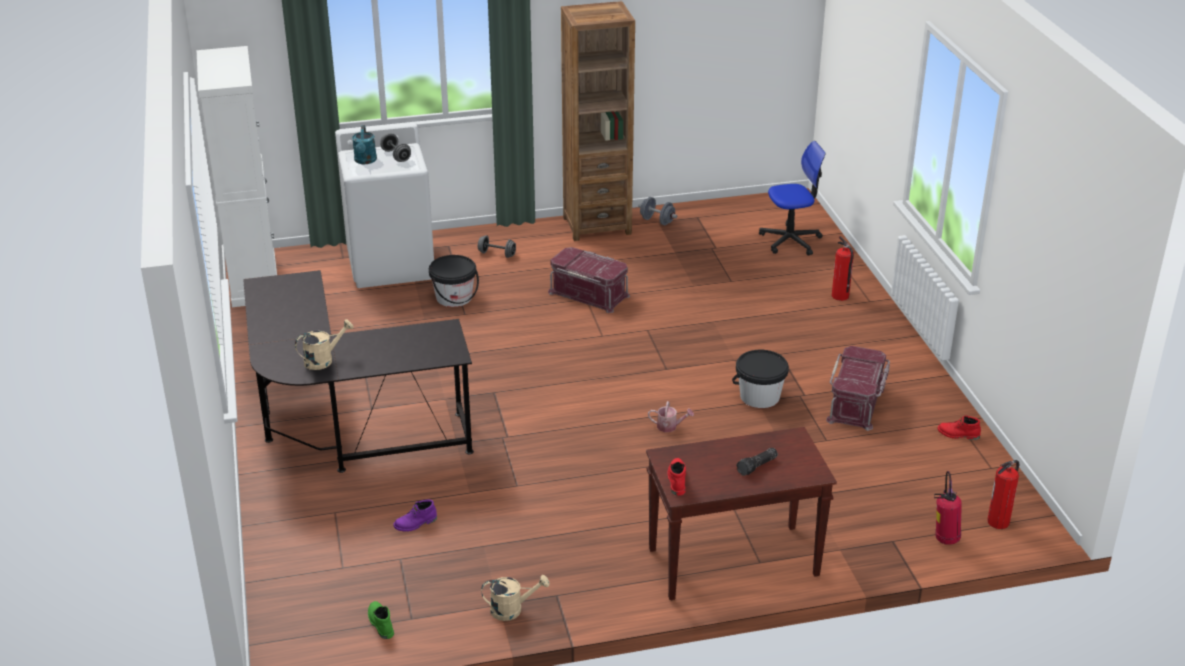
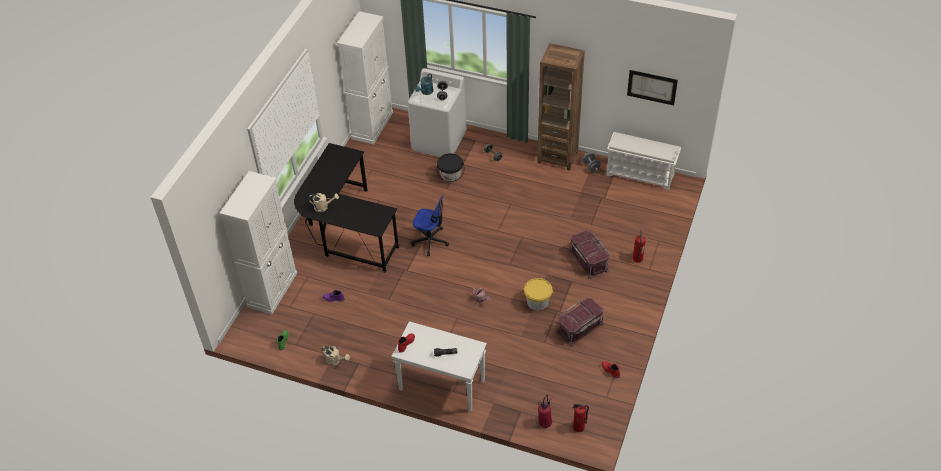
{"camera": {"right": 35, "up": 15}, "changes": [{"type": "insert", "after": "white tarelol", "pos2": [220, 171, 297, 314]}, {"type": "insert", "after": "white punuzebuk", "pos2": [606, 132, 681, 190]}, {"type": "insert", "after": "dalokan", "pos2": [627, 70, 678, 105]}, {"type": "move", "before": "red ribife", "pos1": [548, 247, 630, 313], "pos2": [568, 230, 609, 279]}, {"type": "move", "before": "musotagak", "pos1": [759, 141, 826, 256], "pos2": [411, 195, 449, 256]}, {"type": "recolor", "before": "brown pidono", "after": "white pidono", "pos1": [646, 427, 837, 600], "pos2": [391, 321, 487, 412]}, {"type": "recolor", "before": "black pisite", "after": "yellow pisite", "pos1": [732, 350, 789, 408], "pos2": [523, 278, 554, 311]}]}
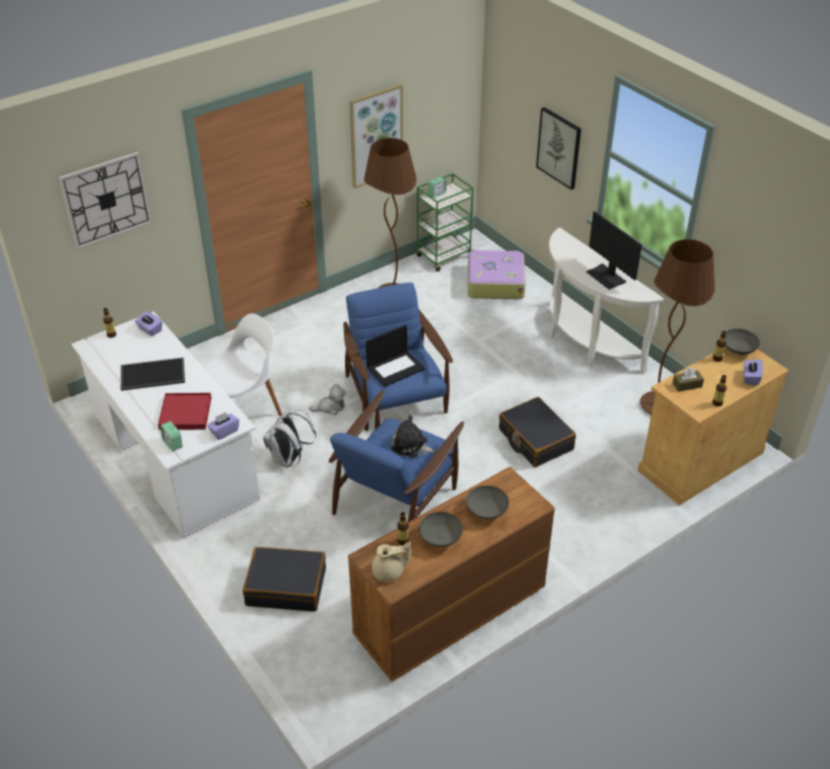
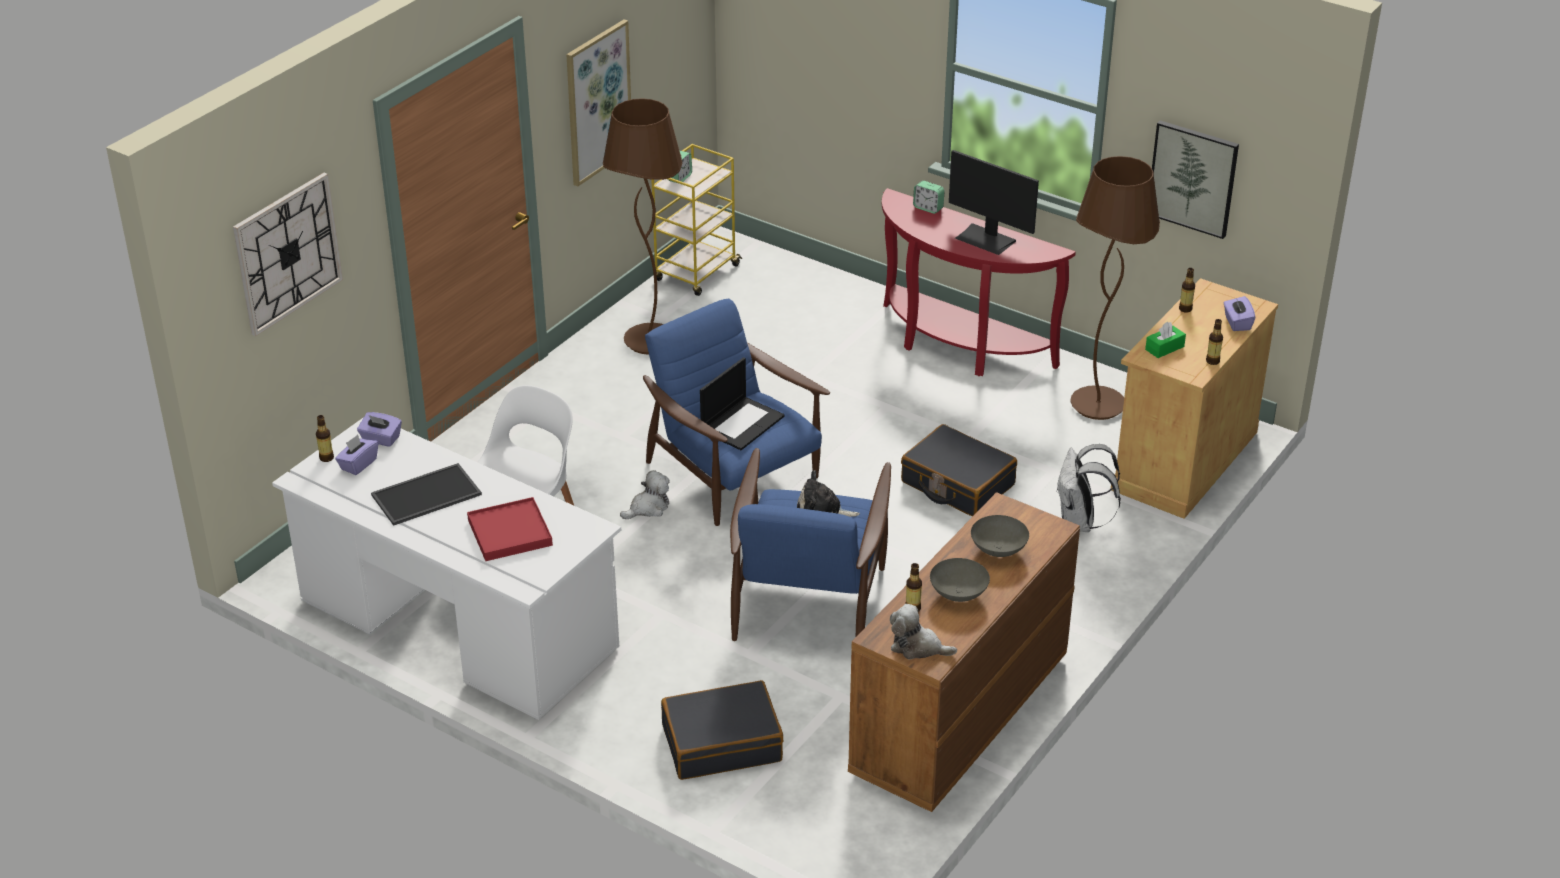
{"camera": {"right": -20, "up": -5}, "changes": [{"type": "delete", "before": "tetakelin", "pos1": [468, 250, 526, 299]}, {"type": "delete", "before": "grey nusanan", "pos1": [725, 329, 760, 355]}, {"type": "move", "before": "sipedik", "pos1": [160, 421, 183, 451], "pos2": [913, 181, 945, 214]}, {"type": "move", "before": "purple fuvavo", "pos1": [207, 412, 239, 440], "pos2": [335, 435, 378, 475]}, {"type": "move", "before": "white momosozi", "pos1": [263, 408, 316, 467], "pos2": [1056, 444, 1121, 532]}, {"type": "move", "before": "dalokan", "pos1": [536, 107, 581, 190], "pos2": [1152, 120, 1239, 239]}, {"type": "replace", "before": "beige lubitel", "after": "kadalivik", "pos1": [372, 541, 411, 582], "pos2": [890, 604, 957, 659]}, {"type": "recolor", "before": "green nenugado", "after": "yellow nenugado", "pos1": [415, 173, 474, 272], "pos2": [651, 144, 742, 296]}, {"type": "recolor", "before": "white pidono", "after": "red pidono", "pos1": [549, 228, 664, 373], "pos2": [882, 188, 1076, 376]}, {"type": "recolor", "before": "brown fuvavo", "after": "green fuvavo", "pos1": [672, 368, 704, 392], "pos2": [1145, 322, 1186, 358]}]}
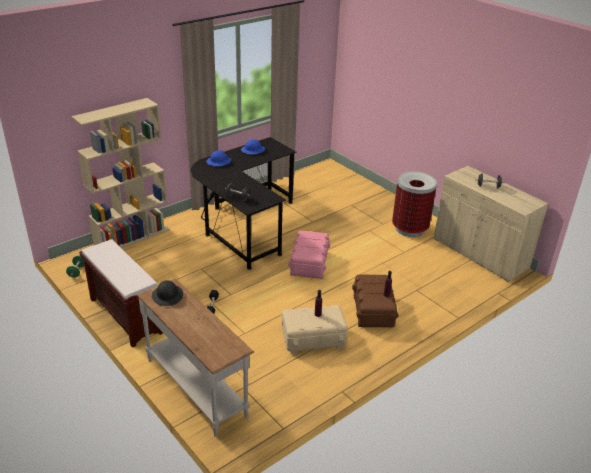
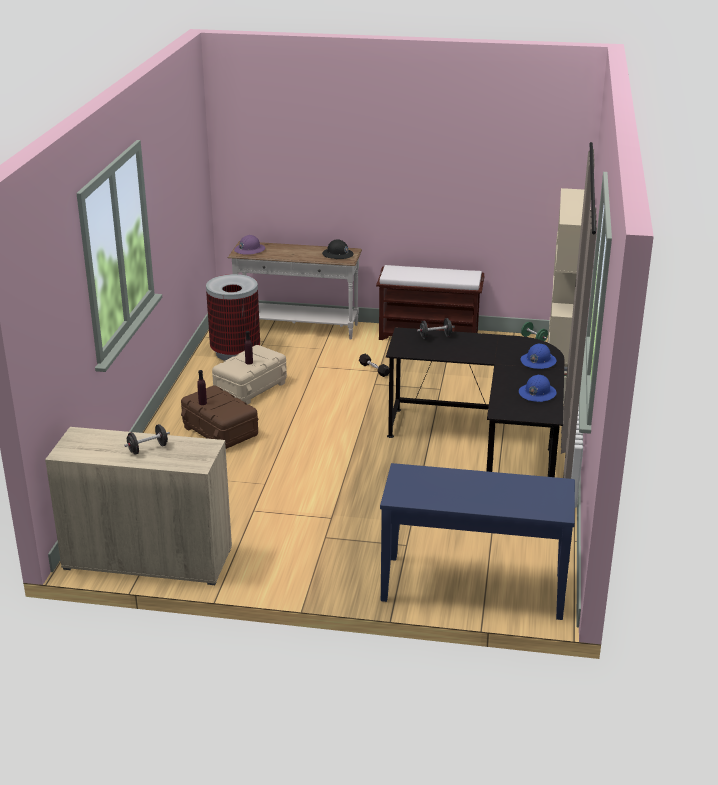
{"camera": {"right": 140, "up": -5}, "changes": [{"type": "delete", "before": "pink ribife", "pos1": [288, 230, 331, 279]}, {"type": "insert", "after": "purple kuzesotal", "pos2": [234, 235, 265, 255]}, {"type": "insert", "after": "blue pidono", "pos2": [380, 463, 575, 620]}, {"type": "move", "before": "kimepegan", "pos1": [392, 171, 437, 237], "pos2": [206, 274, 260, 361]}]}
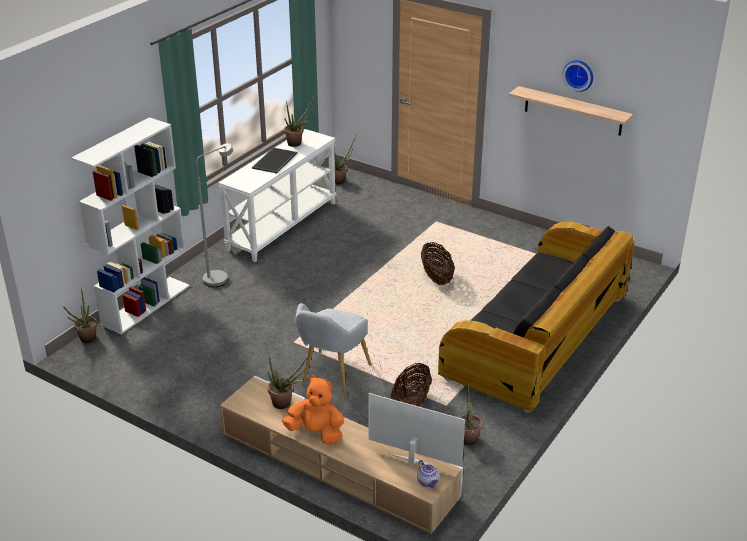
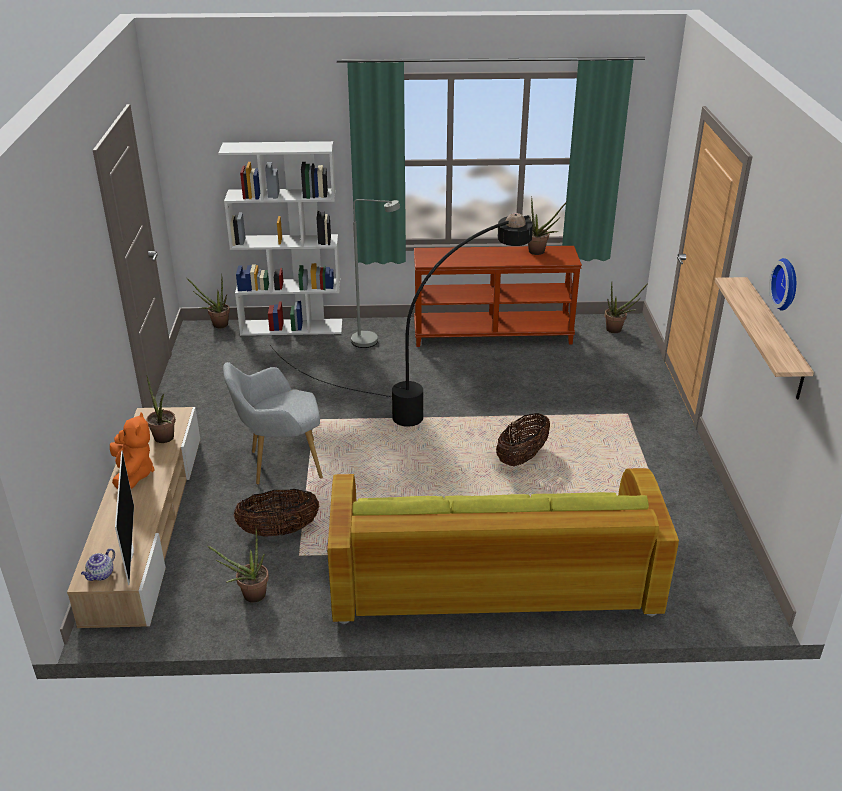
{"camera": {"right": 55, "up": 0}, "changes": [{"type": "delete", "before": "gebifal", "pos1": [252, 147, 297, 173]}, {"type": "insert", "after": "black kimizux", "pos2": [270, 213, 533, 427]}, {"type": "recolor", "before": "white pidono", "after": "brown pidono", "pos1": [219, 129, 336, 262], "pos2": [414, 246, 582, 347]}, {"type": "recolor", "before": "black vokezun", "after": "green vokezun", "pos1": [438, 222, 634, 412], "pos2": [327, 468, 679, 624]}]}
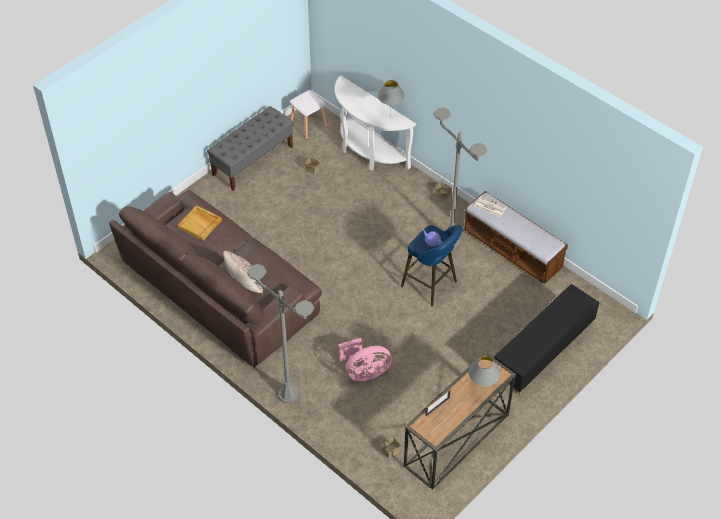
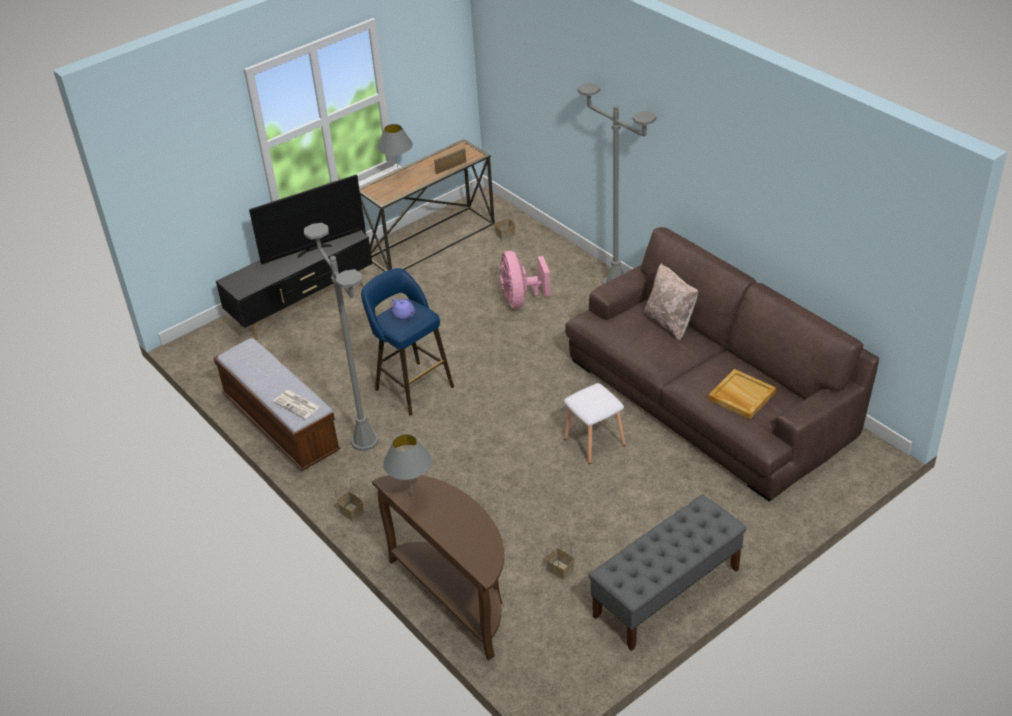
{"camera": {"right": -170, "up": -10}, "changes": [{"type": "insert", "after": "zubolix", "pos2": [249, 175, 365, 264]}, {"type": "move", "before": "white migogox", "pos1": [290, 90, 328, 139], "pos2": [564, 383, 626, 464]}, {"type": "recolor", "before": "white pidono", "after": "brown pidono", "pos1": [335, 76, 416, 171], "pos2": [372, 475, 504, 660]}, {"type": "rotate", "before": "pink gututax", "pos1": [339, 338, 392, 381], "pos2": [499, 251, 551, 308], "turn": -90}]}
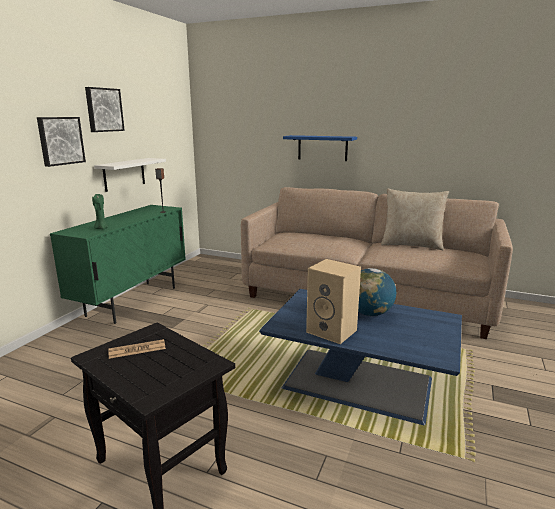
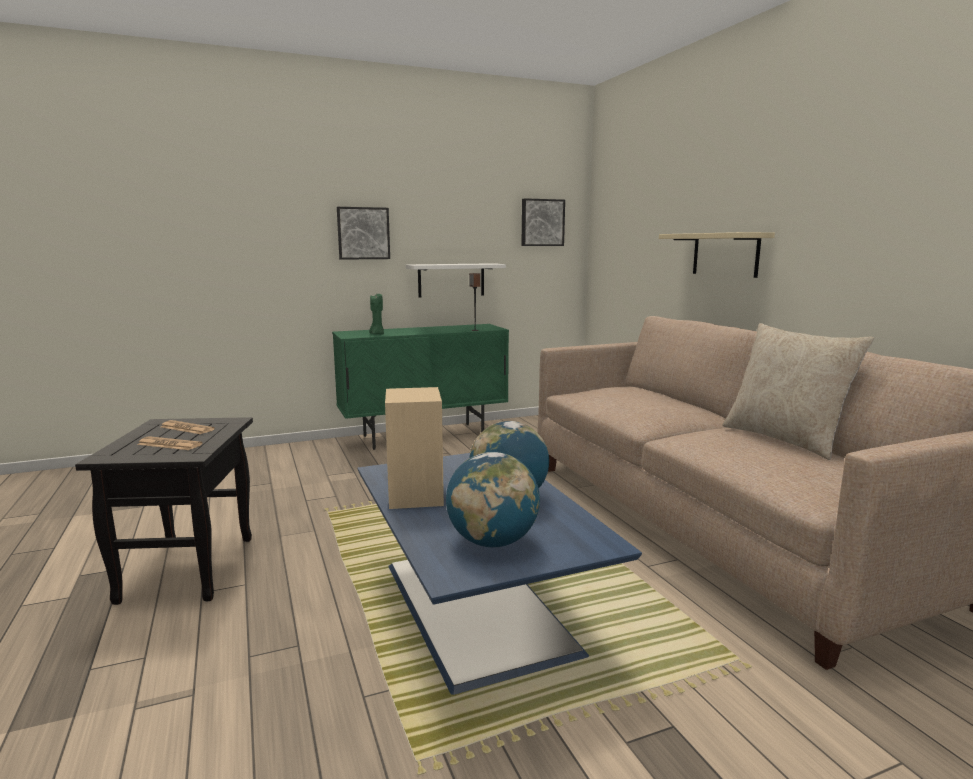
{"camera": {"right": 45, "up": -5}, "changes": [{"type": "insert", "after": "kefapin", "pos2": [137, 436, 202, 450]}, {"type": "insert", "after": "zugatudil", "pos2": [446, 452, 540, 547]}, {"type": "move", "before": "dalokan", "pos1": [85, 87, 125, 132], "pos2": [521, 198, 565, 246]}, {"type": "recolor", "before": "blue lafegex", "after": "beige lafegex", "pos1": [283, 135, 357, 161], "pos2": [659, 232, 775, 278]}]}
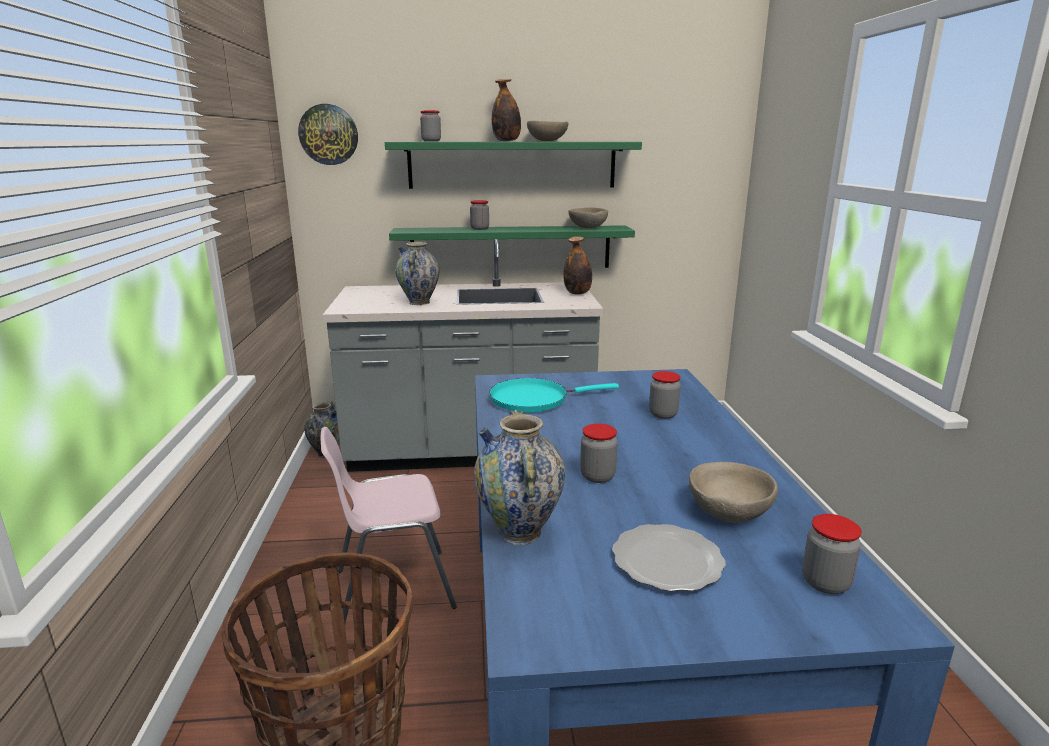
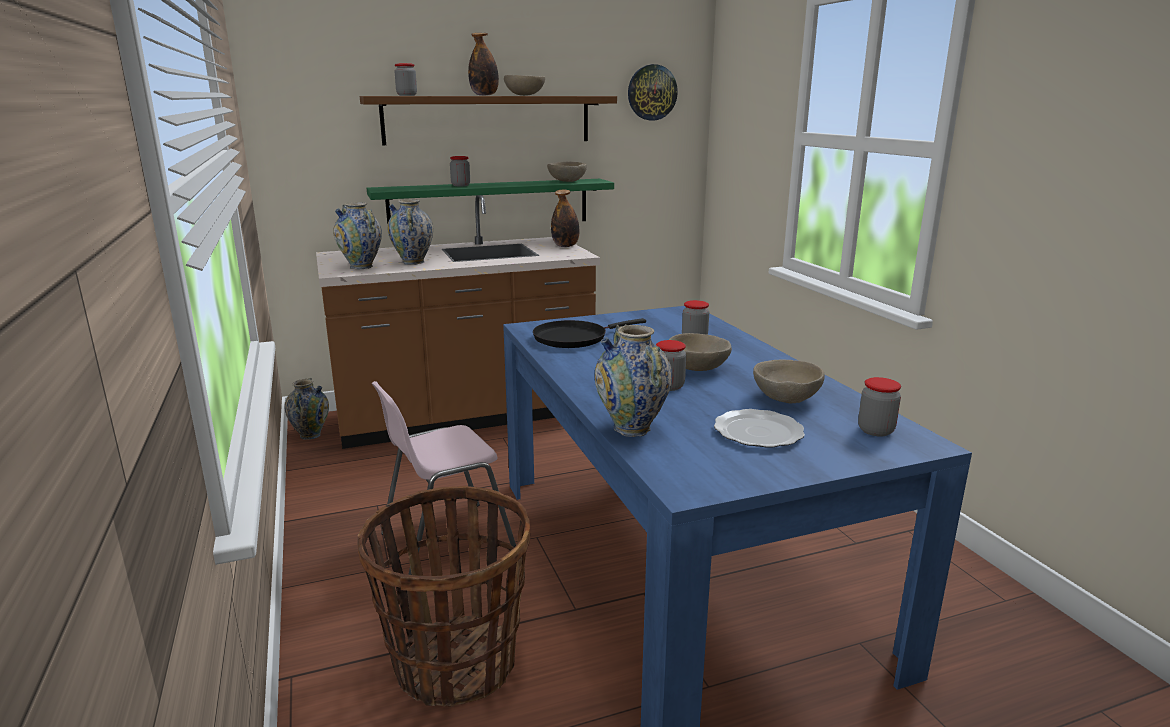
{"camera": {"right": -15, "up": 0}, "changes": [{"type": "insert", "after": "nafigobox", "pos2": [333, 202, 382, 270]}, {"type": "insert", "after": "beige nusanan", "pos2": [669, 333, 732, 371]}, {"type": "move", "before": "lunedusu", "pos1": [298, 104, 358, 165], "pos2": [628, 64, 678, 120]}, {"type": "recolor", "before": "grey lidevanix", "after": "brown lidevanix", "pos1": [323, 239, 603, 472], "pos2": [316, 195, 600, 449]}, {"type": "recolor", "before": "green lafegex", "after": "brown lafegex", "pos1": [385, 142, 642, 189], "pos2": [360, 96, 617, 145]}, {"type": "recolor", "before": "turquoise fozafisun", "after": "black fozafisun", "pos1": [489, 378, 619, 412], "pos2": [533, 318, 646, 348]}]}
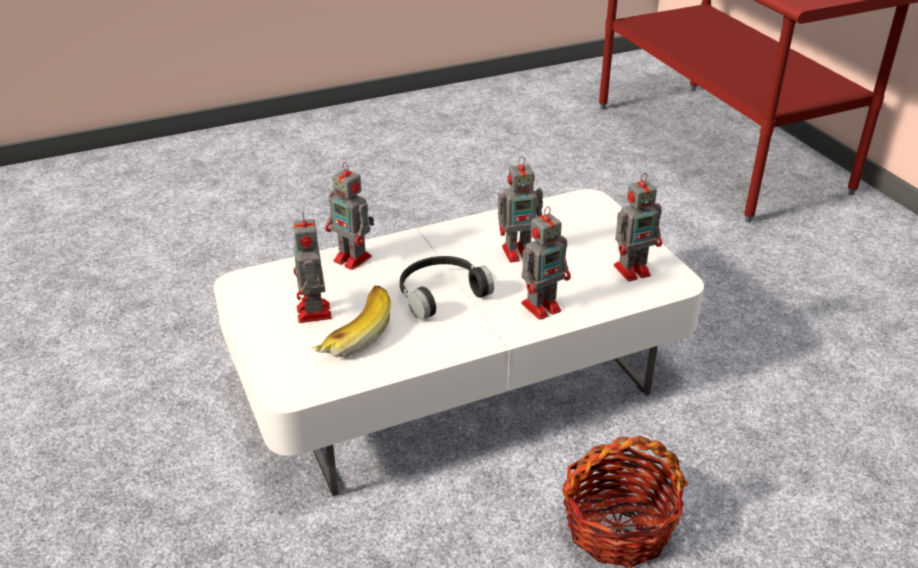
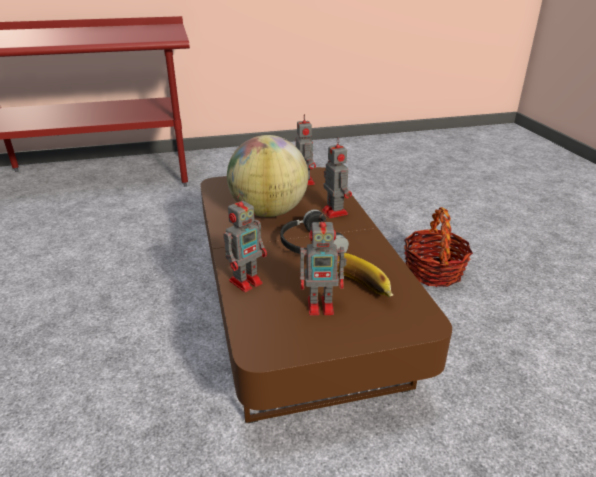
{"camera": {"right": -80, "up": -5}, "changes": [{"type": "replace", "before": "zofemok", "after": "zugatudil", "pos1": [498, 156, 543, 262], "pos2": [227, 135, 308, 217]}, {"type": "recolor", "before": "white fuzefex", "after": "brown fuzefex", "pos1": [214, 189, 704, 496], "pos2": [200, 167, 452, 423]}]}
